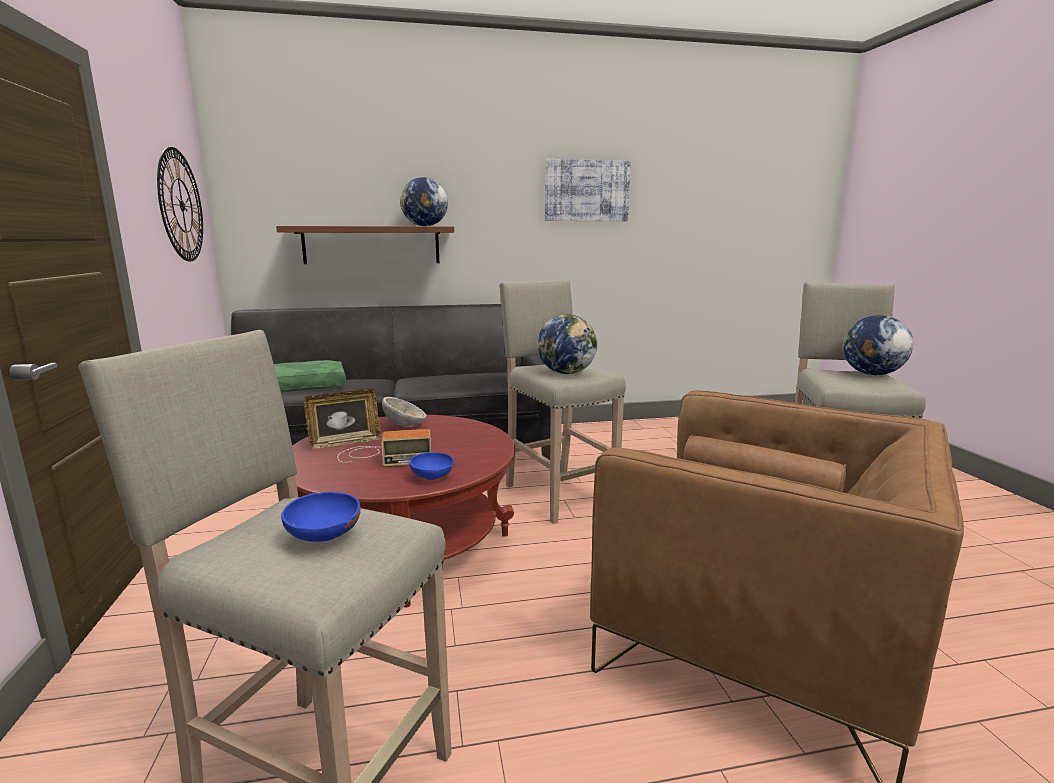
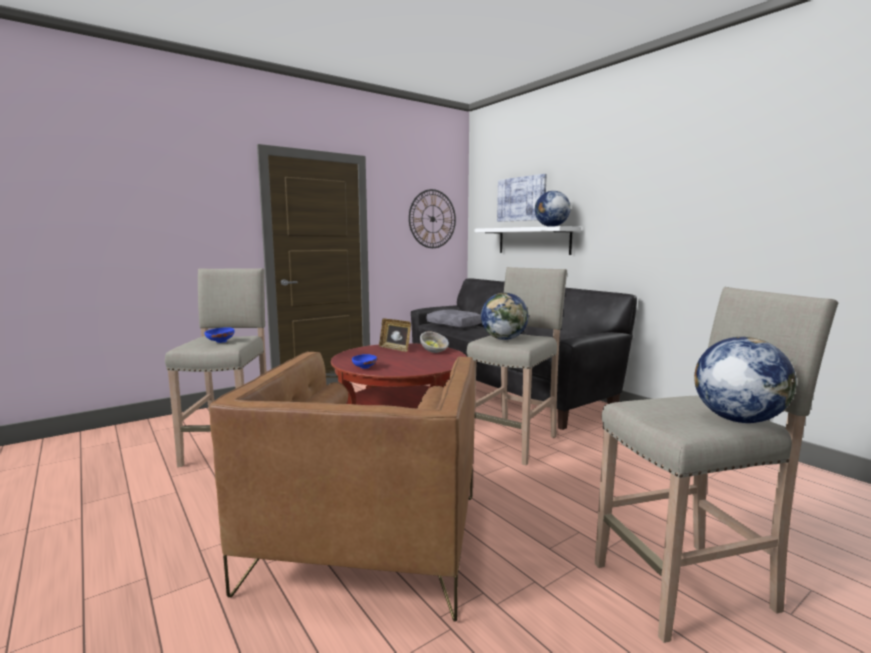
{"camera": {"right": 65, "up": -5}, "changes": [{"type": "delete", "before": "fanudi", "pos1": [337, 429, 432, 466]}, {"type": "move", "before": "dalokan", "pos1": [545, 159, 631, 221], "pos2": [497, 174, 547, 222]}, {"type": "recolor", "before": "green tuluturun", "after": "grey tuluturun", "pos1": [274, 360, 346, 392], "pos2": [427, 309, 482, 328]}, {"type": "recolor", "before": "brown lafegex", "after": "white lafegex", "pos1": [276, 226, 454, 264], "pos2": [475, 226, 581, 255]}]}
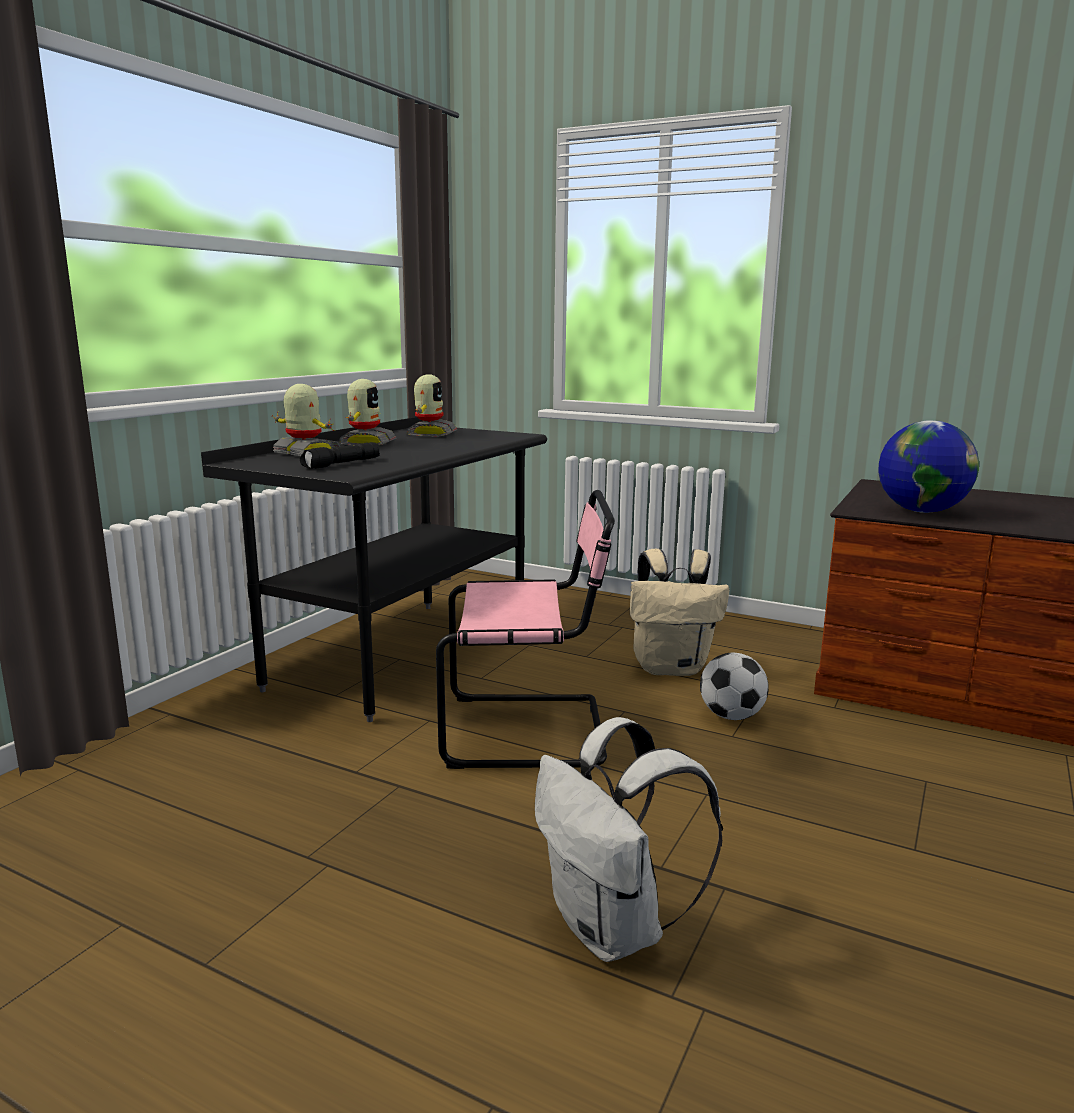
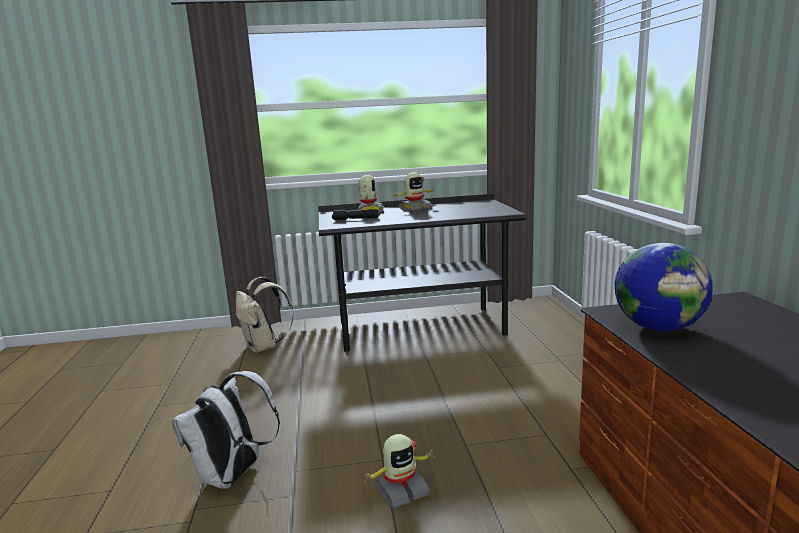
{"camera": {"right": 55, "up": 0}, "changes": [{"type": "delete", "before": "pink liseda", "pos1": [436, 490, 615, 769]}, {"type": "delete", "before": "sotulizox", "pos1": [700, 652, 769, 720]}, {"type": "move", "before": "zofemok", "pos1": [407, 374, 457, 437], "pos2": [361, 434, 435, 508]}, {"type": "move", "before": "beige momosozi", "pos1": [630, 549, 730, 676], "pos2": [236, 277, 294, 353]}]}
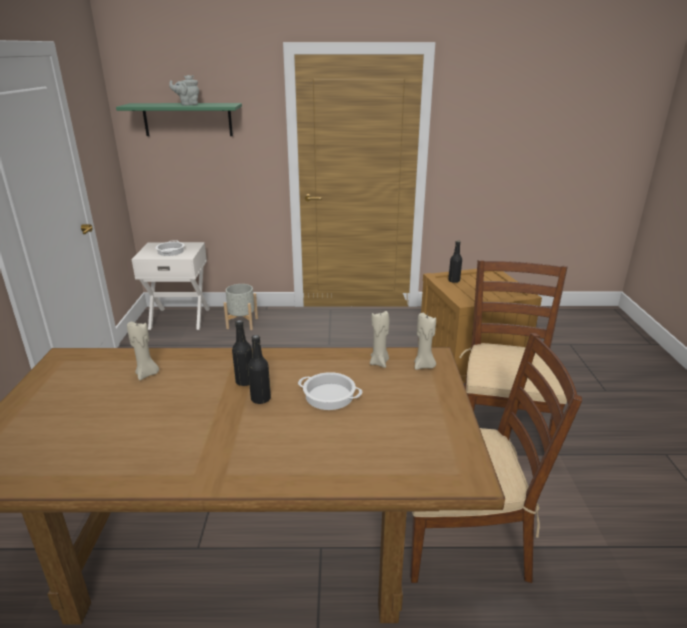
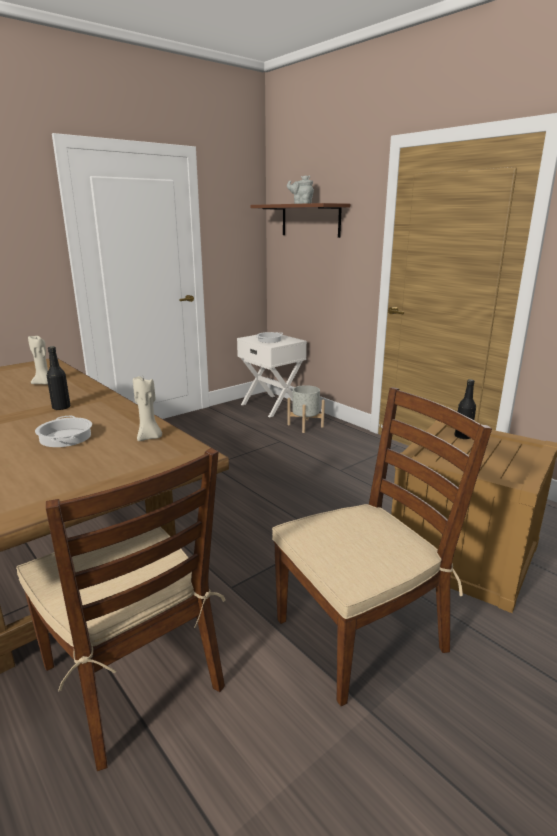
{"camera": {"right": 50, "up": -5}, "changes": [{"type": "delete", "before": "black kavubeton", "pos1": [248, 335, 271, 404]}, {"type": "delete", "before": "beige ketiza", "pos1": [414, 313, 436, 370]}, {"type": "recolor", "before": "green lafegex", "after": "brown lafegex", "pos1": [116, 103, 242, 136], "pos2": [250, 203, 350, 238]}]}
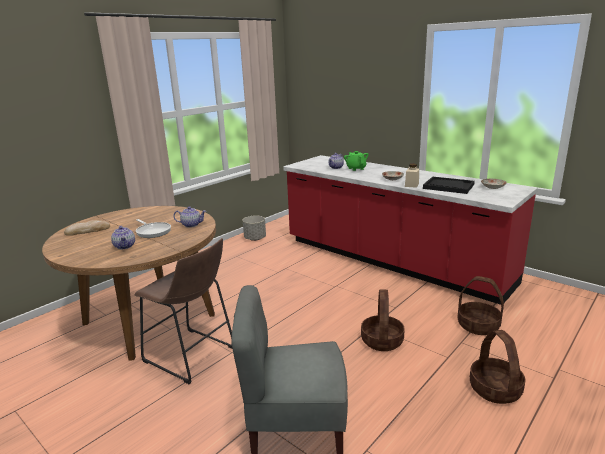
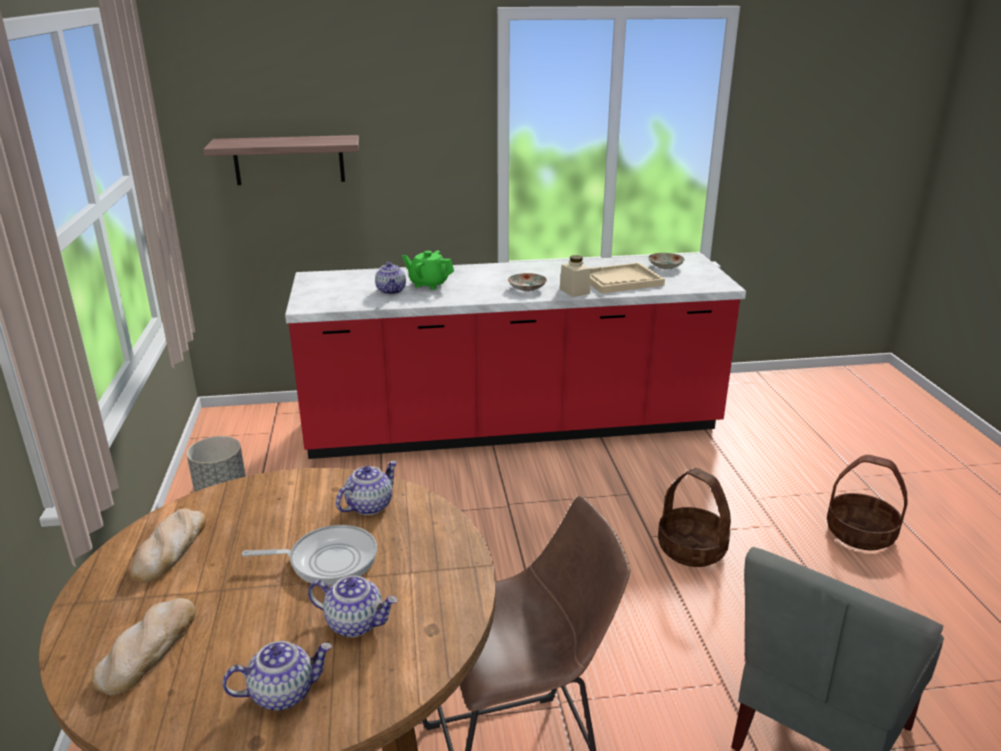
{"camera": {"right": -50, "up": 5}, "changes": [{"type": "delete", "before": "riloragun", "pos1": [458, 276, 504, 335]}, {"type": "insert", "after": "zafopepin", "pos2": [130, 508, 206, 583]}, {"type": "insert", "after": "lafegex", "pos2": [203, 135, 359, 185]}, {"type": "insert", "after": "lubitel", "pos2": [222, 641, 332, 711]}, {"type": "recolor", "before": "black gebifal", "after": "beige gebifal", "pos1": [423, 176, 475, 194], "pos2": [590, 263, 665, 294]}]}
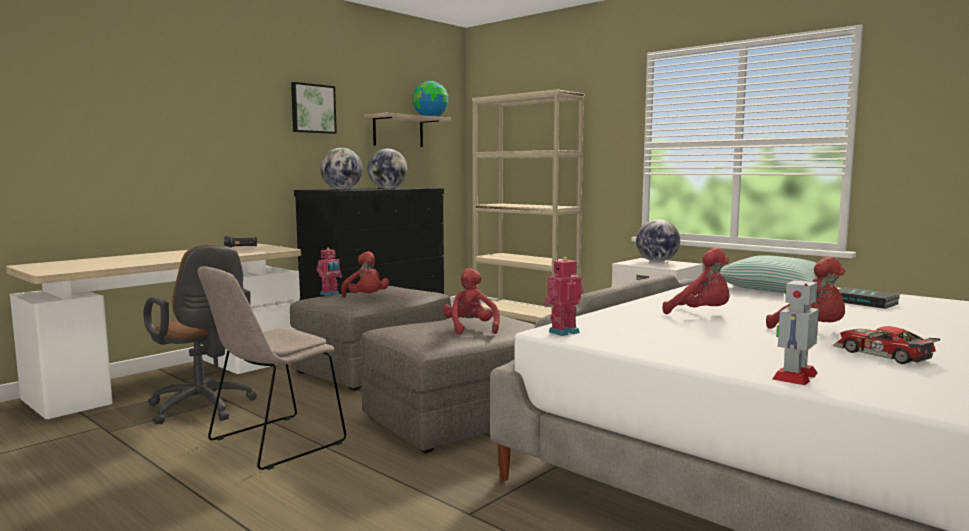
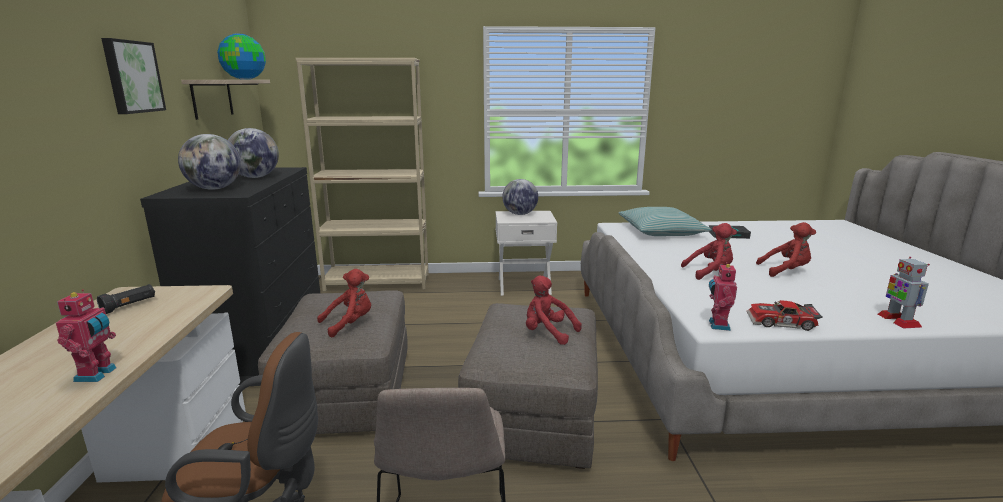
{"camera": {"right": -45, "up": 10}, "changes": [{"type": "move", "before": "zofemok", "pos1": [317, 248, 342, 296], "pos2": [56, 289, 117, 382]}, {"type": "move", "before": "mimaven", "pos1": [833, 326, 940, 364], "pos2": [747, 300, 823, 331]}, {"type": "rotate", "before": "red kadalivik", "pos1": [341, 251, 389, 297], "pos2": [317, 269, 371, 338], "turn": -45}]}
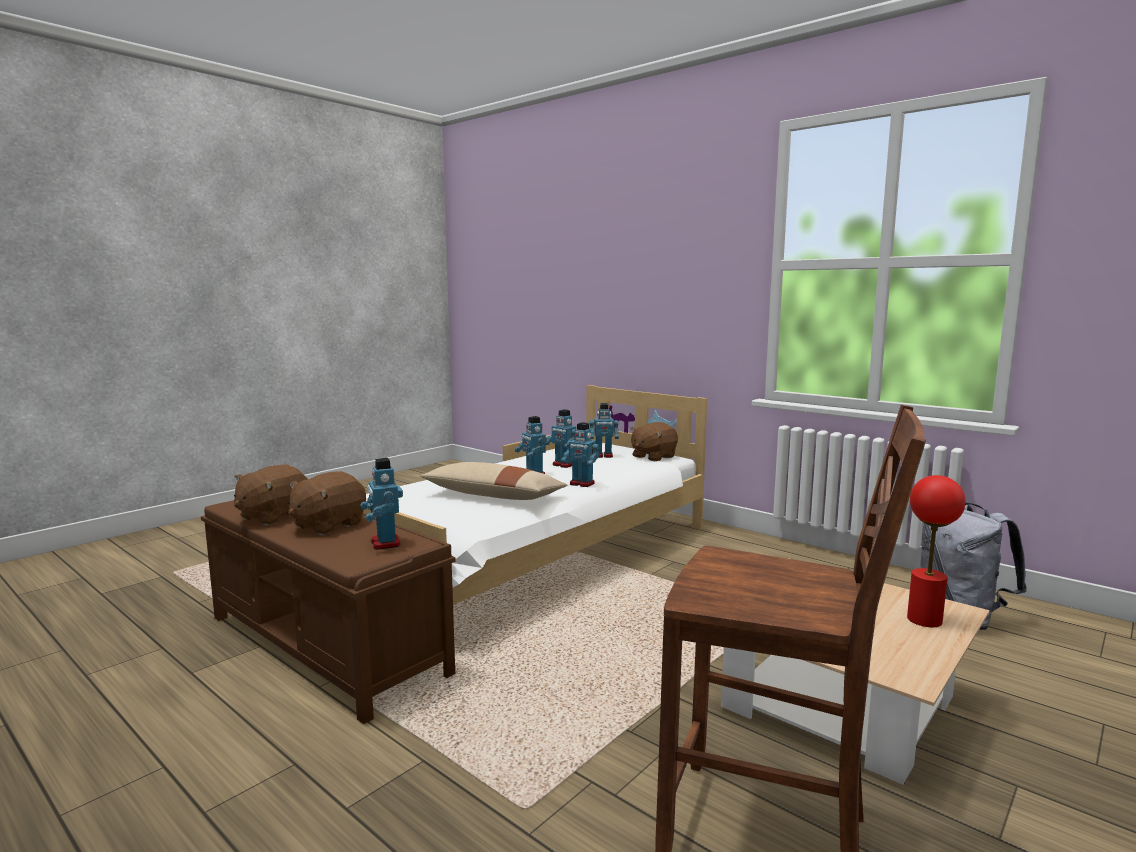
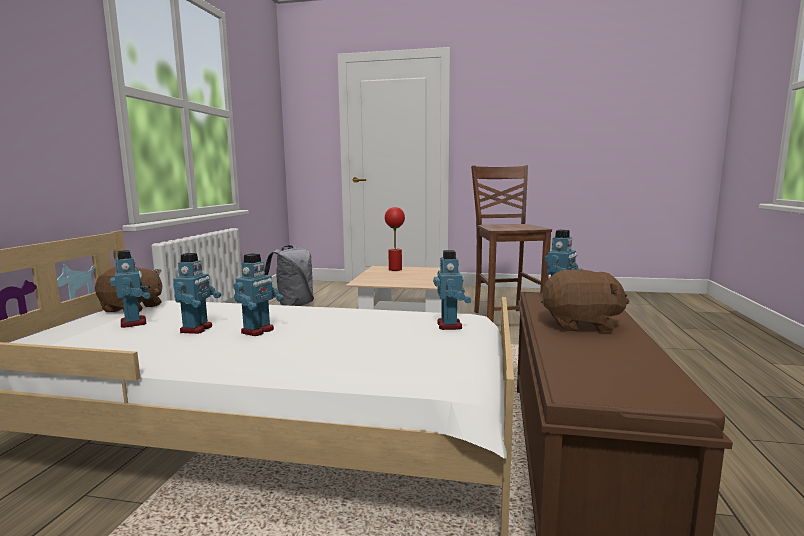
{"camera": {"right": -120, "up": 0}, "changes": [{"type": "delete", "before": "brown kadalivik", "pos1": [234, 464, 308, 526]}, {"type": "delete", "before": "beige tuluturun", "pos1": [420, 462, 567, 500]}, {"type": "move", "before": "zofemok", "pos1": [561, 422, 599, 487], "pos2": [433, 250, 471, 330]}]}
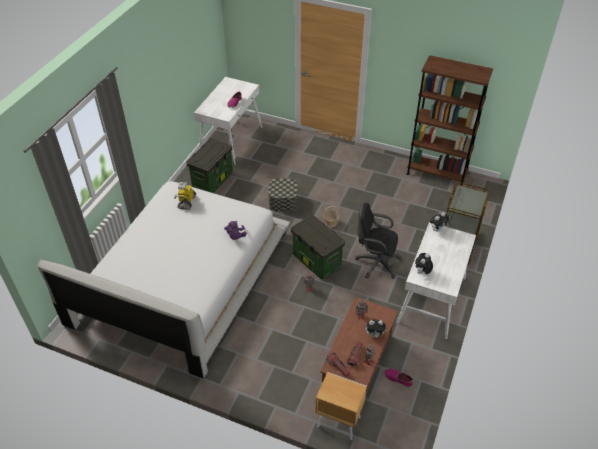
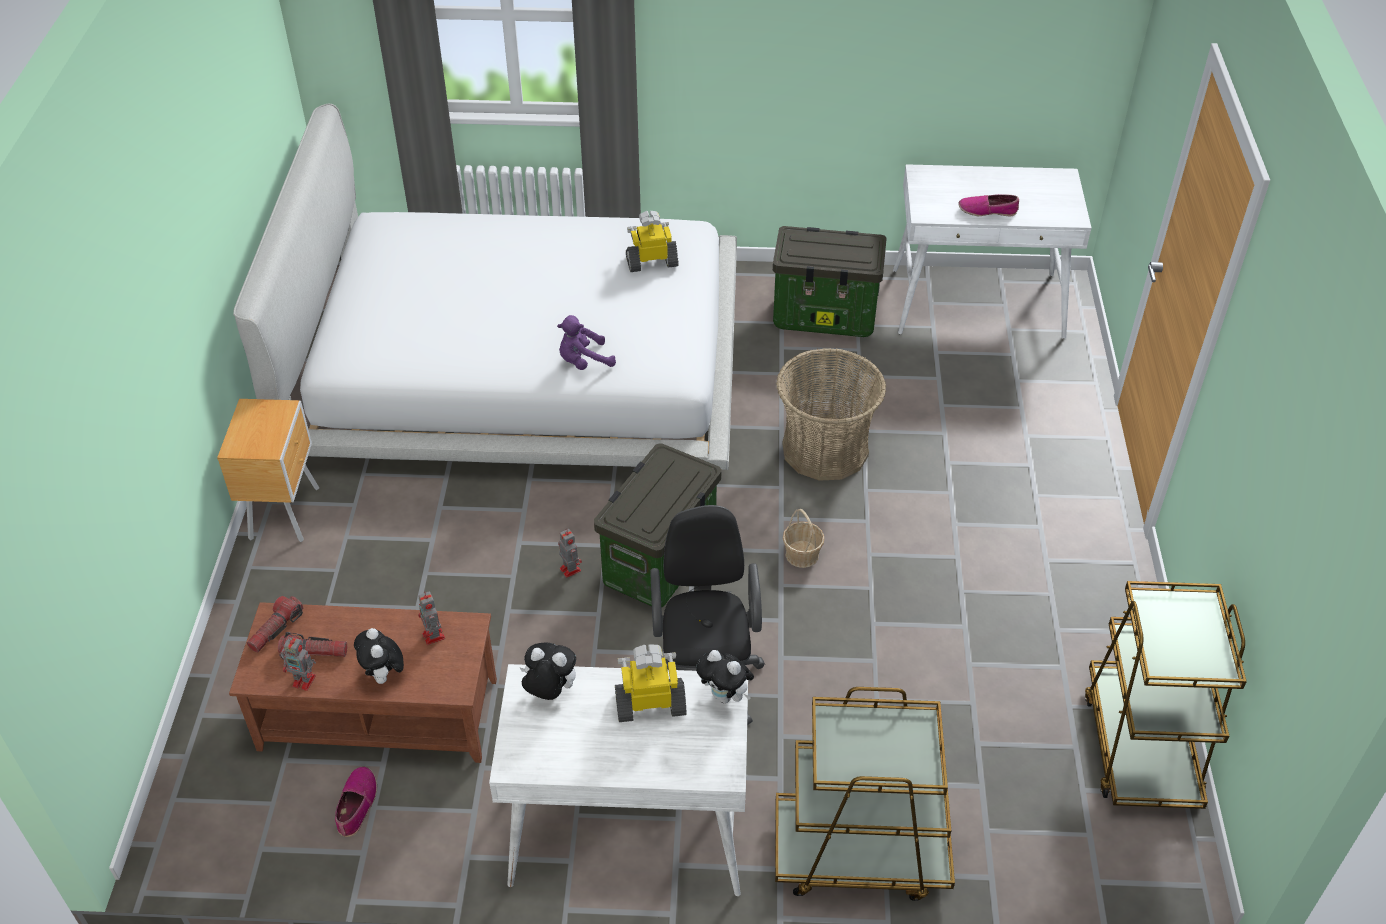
{"camera": {"right": 70, "up": 0}, "changes": [{"type": "insert", "after": "zofemok", "pos2": [615, 644, 687, 722]}, {"type": "move", "before": "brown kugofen", "pos1": [315, 372, 367, 440], "pos2": [217, 399, 319, 542]}, {"type": "replace", "before": "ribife", "after": "riloragun", "pos1": [268, 178, 298, 212], "pos2": [776, 348, 886, 481]}, {"type": "replace", "before": "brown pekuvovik", "after": "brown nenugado", "pos1": [407, 55, 493, 185], "pos2": [1085, 581, 1247, 809]}]}
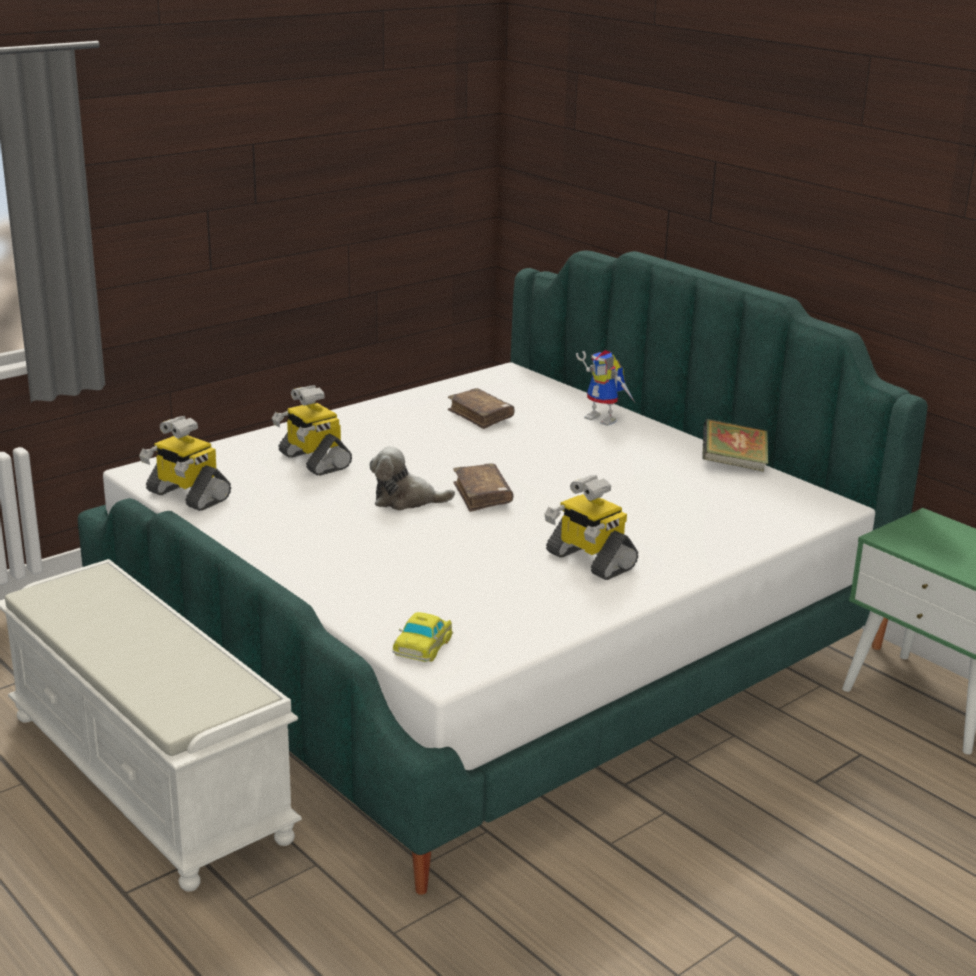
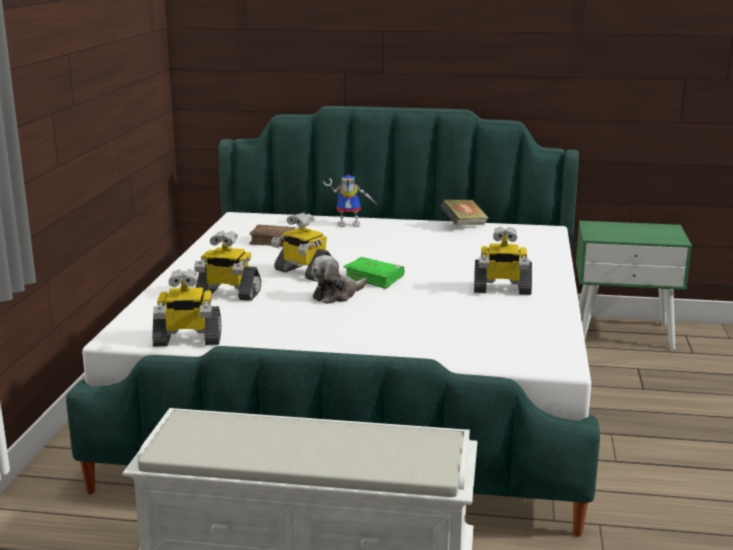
{"camera": {"right": -40, "up": -5}, "changes": [{"type": "delete", "before": "mimaven", "pos1": [393, 612, 453, 662]}, {"type": "insert", "after": "zofemok", "pos2": [271, 213, 332, 281]}, {"type": "recolor", "before": "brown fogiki", "after": "green fogiki", "pos1": [453, 464, 513, 512], "pos2": [343, 257, 404, 289]}]}
